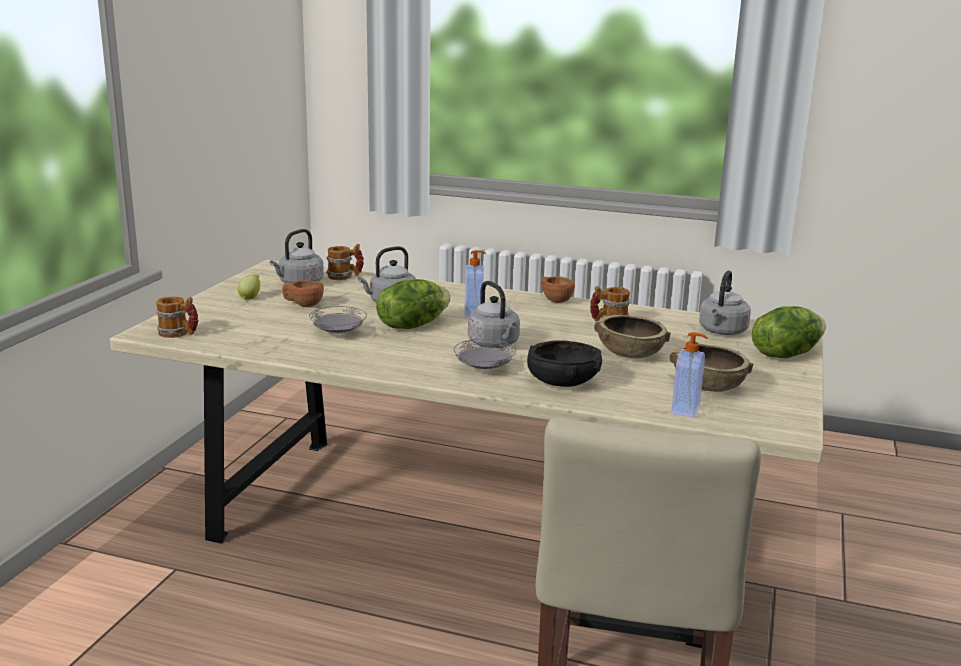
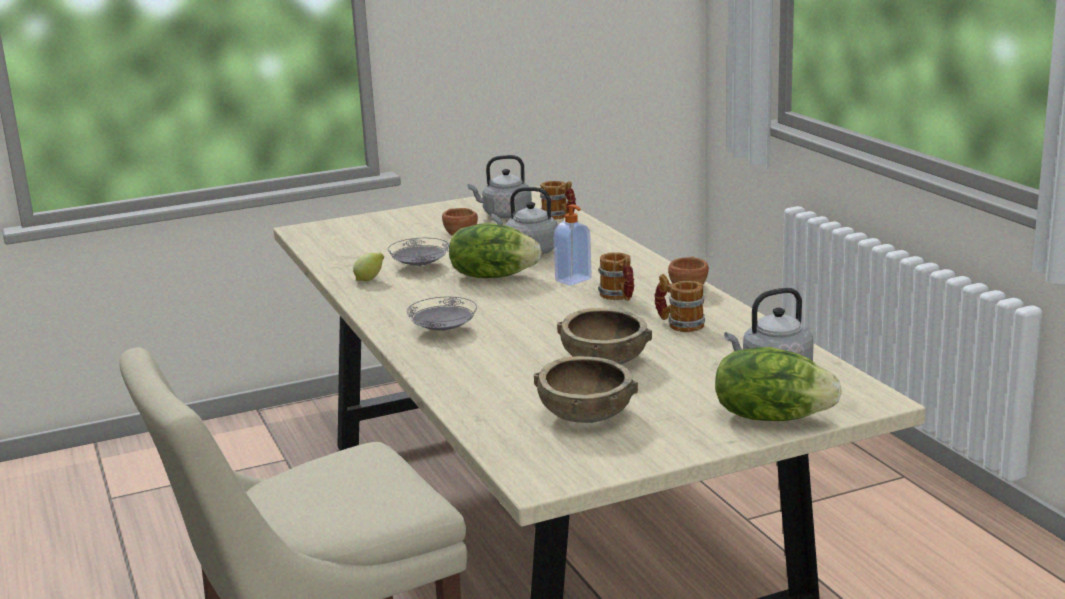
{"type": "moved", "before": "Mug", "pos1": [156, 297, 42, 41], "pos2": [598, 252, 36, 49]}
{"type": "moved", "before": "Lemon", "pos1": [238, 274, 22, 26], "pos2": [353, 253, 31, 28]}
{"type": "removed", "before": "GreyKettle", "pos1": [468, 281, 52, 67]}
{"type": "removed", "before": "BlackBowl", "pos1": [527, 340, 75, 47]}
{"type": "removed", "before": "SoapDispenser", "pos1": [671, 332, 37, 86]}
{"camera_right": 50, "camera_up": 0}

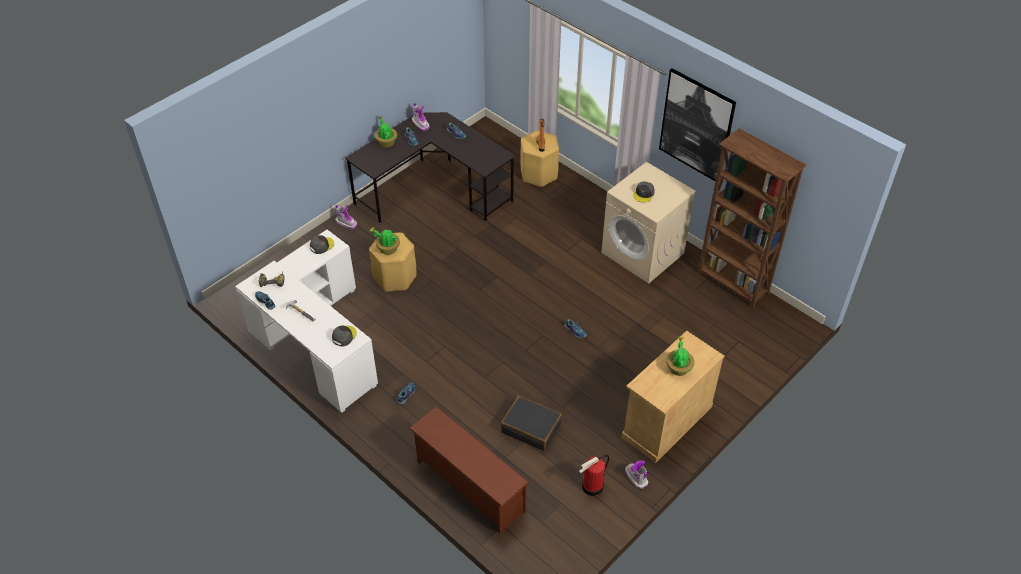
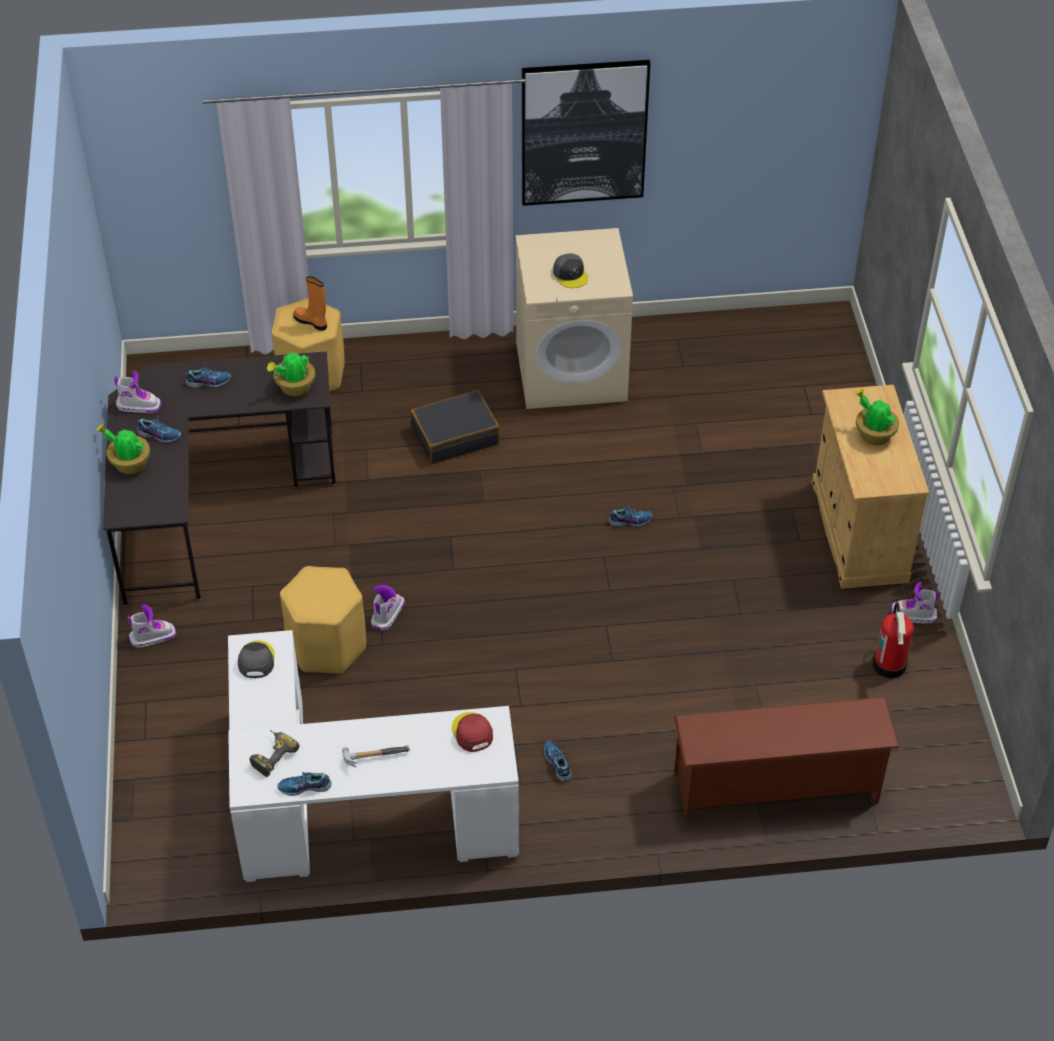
{"type": "recoloured", "before": "GreyCap", "after": "RedCap", "pos1": [332, 326, 25, 21], "pos2": [452, 712, 41, 40]}
{"type": "moved", "before": "PottedPlant", "pos1": [370, 227, 30, 28], "pos2": [267, 352, 48, 44]}
{"type": "moved", "before": "BlackSuitcase", "pos1": [501, 396, 61, 55], "pos2": [410, 390, 90, 74]}
{"type": "removed", "before": "BrownBookcase", "pos1": [698, 129, 109, 180]}
{"type": "added", "after": "Boot", "pos2": [371, 585, 34, 46]}
{"camera_right": -50, "camera_up": 0}

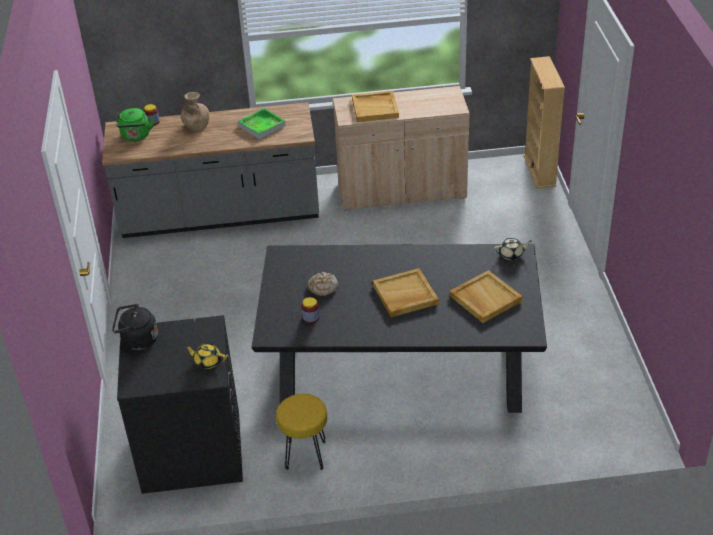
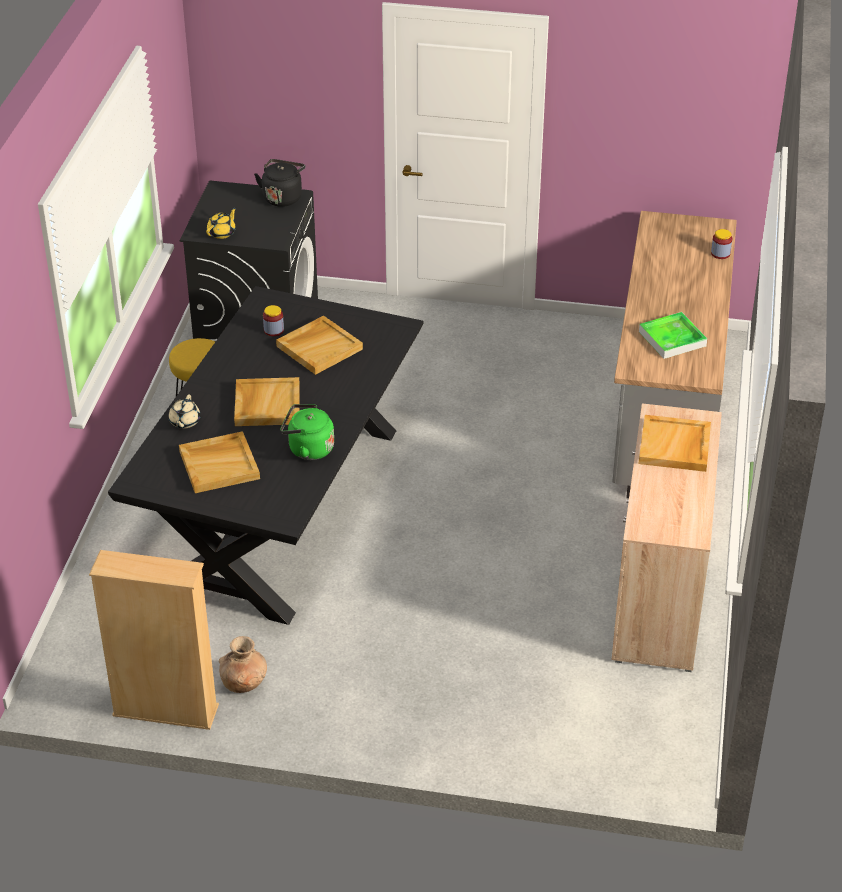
{"type": "moved", "before": "GreenKettle", "pos1": [116, 108, 39, 33], "pos2": [280, 404, 54, 56]}
{"type": "moved", "before": "BrownVase", "pos1": [181, 92, 28, 39], "pos2": [219, 636, 48, 57]}
{"type": "replaced", "before": "Bread", "after": "BeigeTray", "pos1": [308, 271, 30, 25], "pos2": [276, 315, 87, 60]}
{"type": "moved", "before": "BeigeTeapot", "pos1": [494, 238, 37, 22], "pos2": [169, 395, 32, 33]}
{"type": "moved", "before": "BeigeBookcase", "pos1": [524, 56, 41, 133], "pos2": [89, 550, 130, 180]}
{"camera_right": 105, "camera_up": 0}

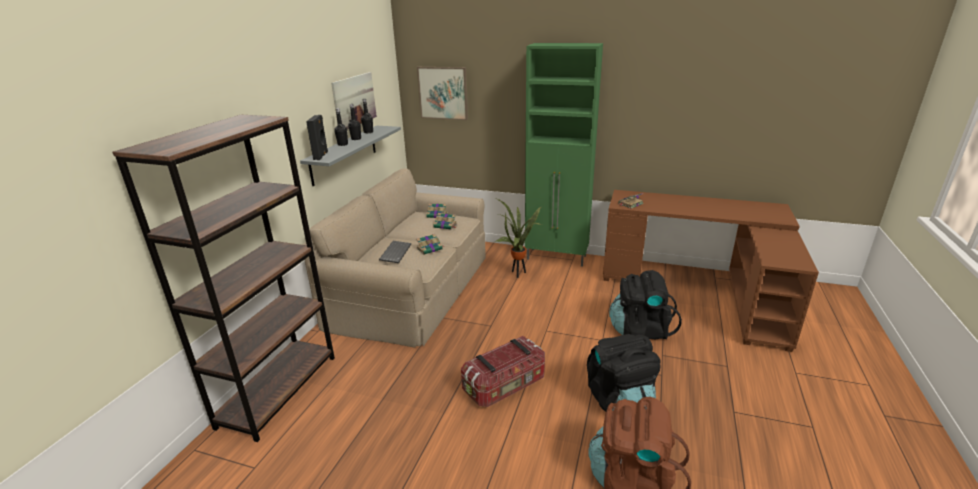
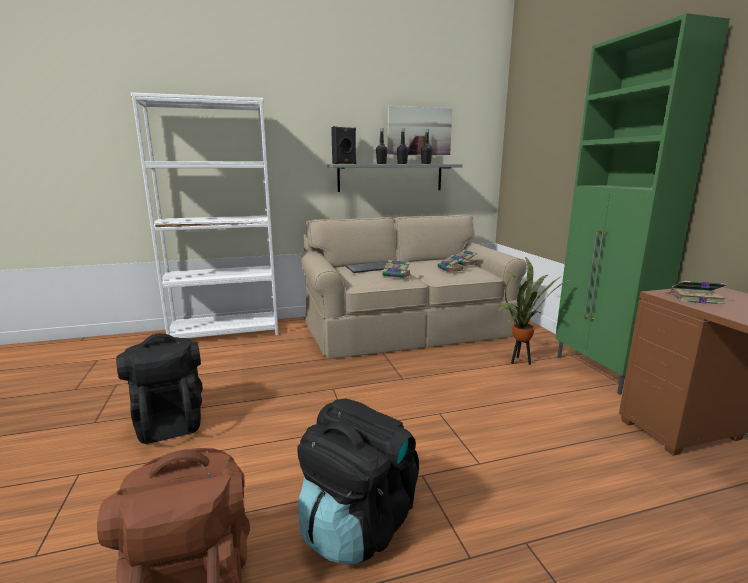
{"type": "recoloured", "before": "BrownBookcase", "after": "WhiteBookcase", "pos1": [112, 115, 223, 327], "pos2": [131, 92, 147, 246]}
{"type": "removed", "before": "Picture", "pos1": [417, 67, 51, 53]}
{"type": "removed", "before": "StorageBox", "pos1": [461, 336, 84, 71]}
{"type": "moved", "before": "BlackBackpack", "pos1": [609, 270, 73, 70], "pos2": [116, 333, 87, 111]}
{"camera_right": 55, "camera_up": -10}

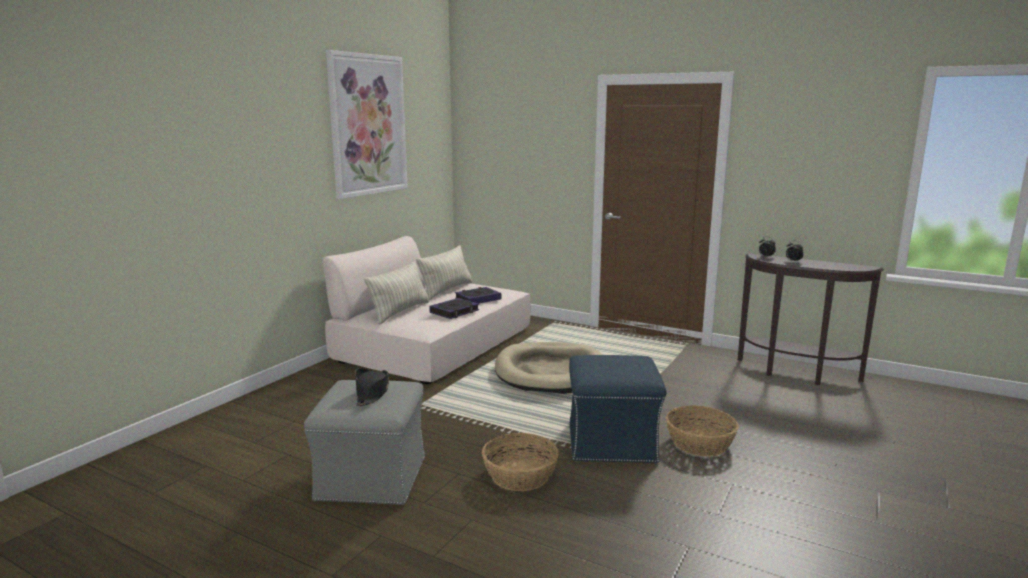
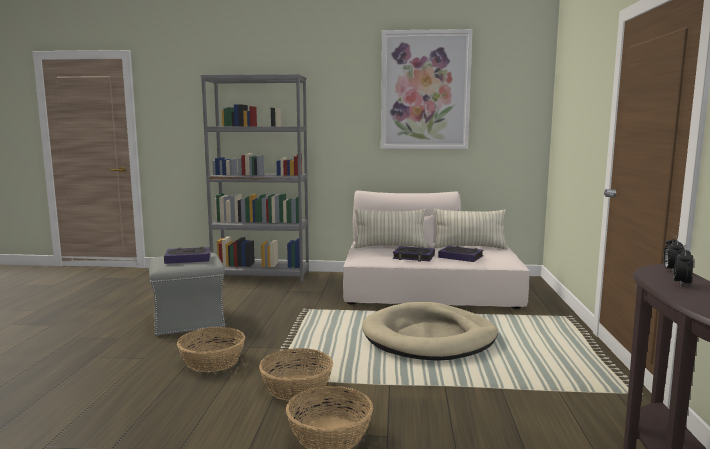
{"type": "replaced", "before": "BlackHat", "after": "Book", "pos1": [355, 368, 34, 38], "pos2": [164, 247, 46, 17]}
{"type": "replaced", "before": "BlueOttoman", "after": "Basket", "pos1": [569, 355, 98, 108], "pos2": [259, 348, 74, 53]}
{"type": "added", "after": "GreyBookcase", "pos2": [201, 74, 108, 208]}
{"camera_right": 65, "camera_up": -5}

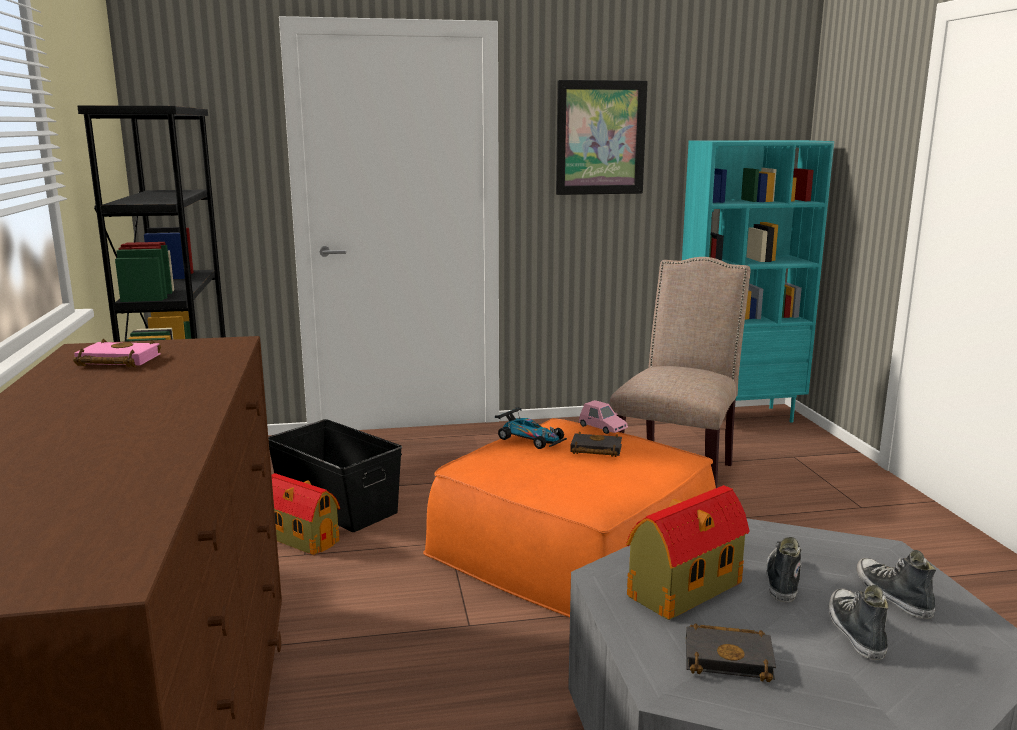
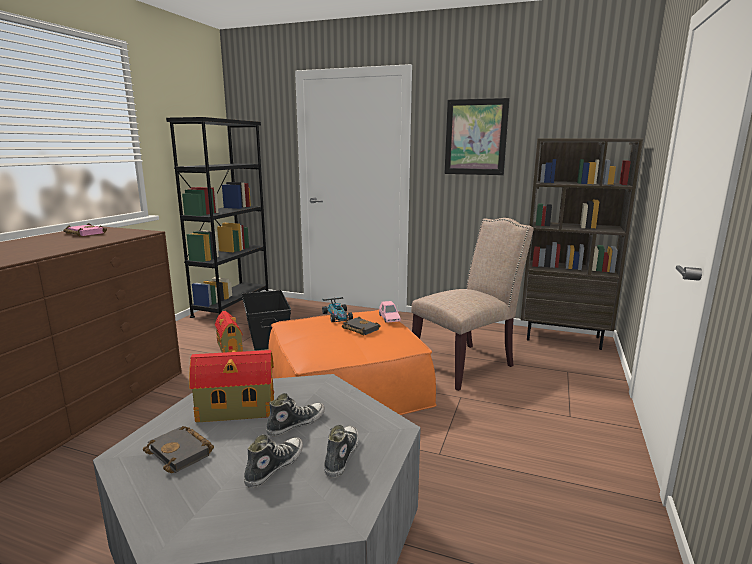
{"type": "recoloured", "before": "TurquoiseBookcase", "after": "BrownBookcase", "pos1": [682, 140, 152, 282], "pos2": [521, 138, 122, 212]}
{"camera_right": 30, "camera_up": 0}

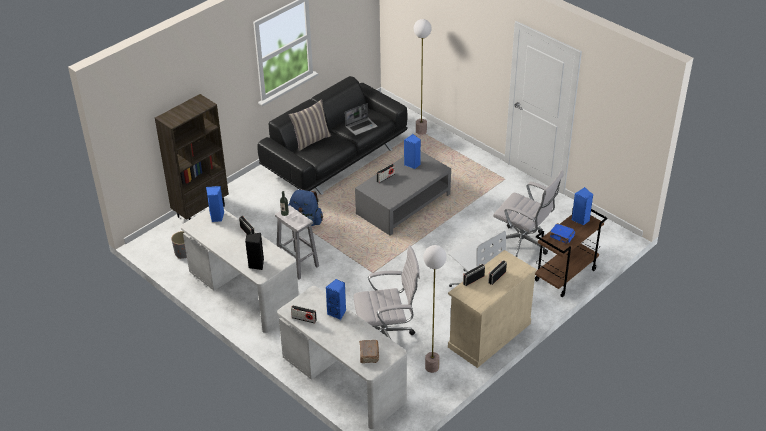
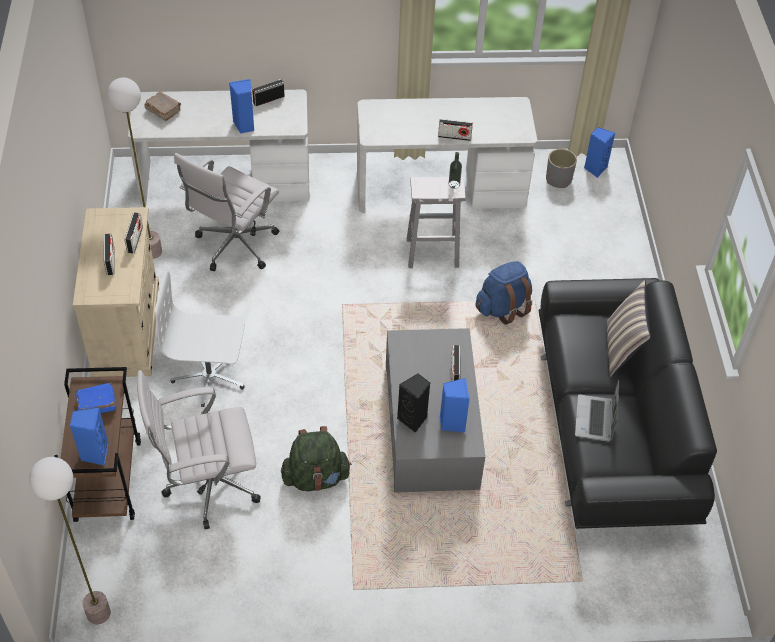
{"type": "removed", "before": "BrownBookcase", "pos1": [155, 94, 74, 126]}
{"type": "moved", "before": "BlueSpeaker", "pos1": [206, 186, 18, 36], "pos2": [584, 127, 31, 51]}
{"type": "moved", "before": "BlackSpeaker", "pos1": [245, 233, 19, 37], "pos2": [397, 374, 33, 59]}
{"type": "moved", "before": "FloorLamp", "pos1": [414, 19, 18, 116], "pos2": [29, 457, 82, 167]}
{"type": "added", "after": "GreenBackpack", "pos2": [281, 426, 71, 65]}
{"camera_right": 130, "camera_up": 10}

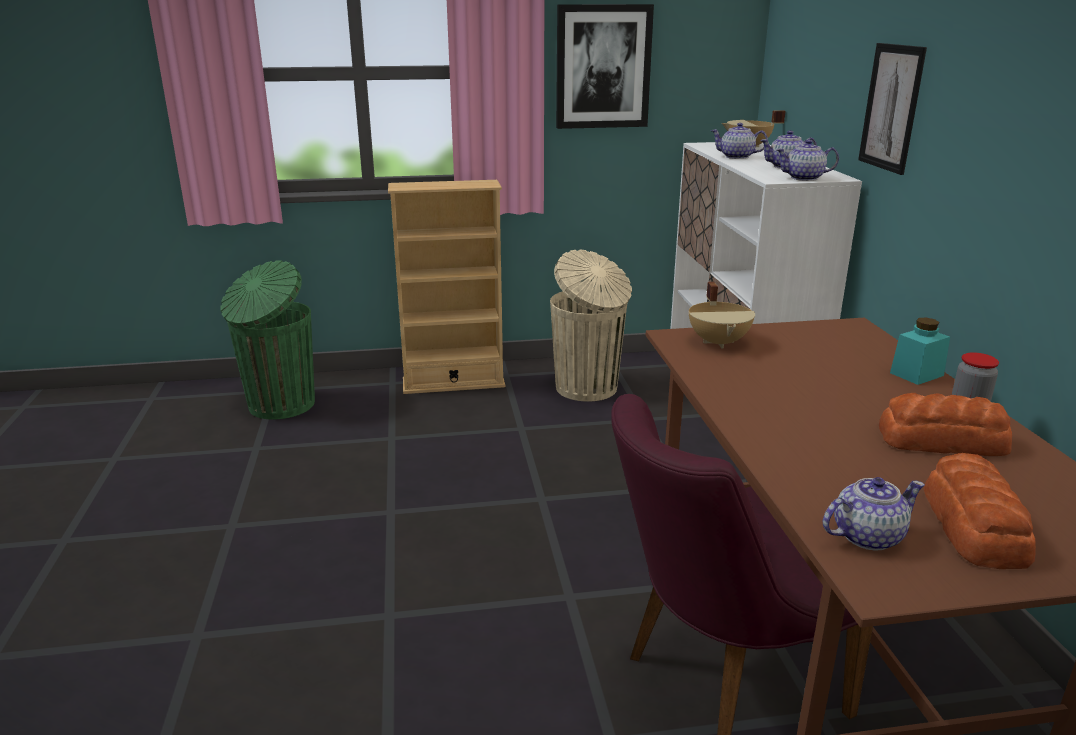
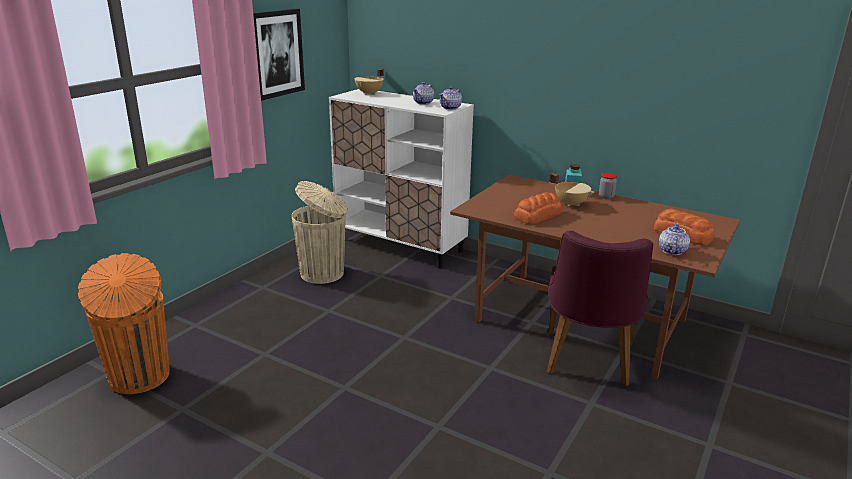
{"type": "recoloured", "before": "GreenTrashCan", "after": "OrangeTrashCan", "pos1": [220, 261, 95, 159], "pos2": [78, 253, 92, 141]}
{"type": "removed", "before": "BeigeBookcase", "pos1": [388, 180, 117, 214]}
{"type": "moved", "before": "BeigeCookingPot", "pos1": [689, 282, 66, 66], "pos2": [549, 173, 45, 34]}
{"type": "removed", "before": "Teapot", "pos1": [711, 123, 57, 36]}
{"type": "removed", "before": "Picture", "pos1": [858, 43, 69, 132]}
{"type": "moved", "before": "Bread", "pos1": [879, 393, 133, 63], "pos2": [514, 192, 48, 32]}
{"camera_right": -50, "camera_up": 0}

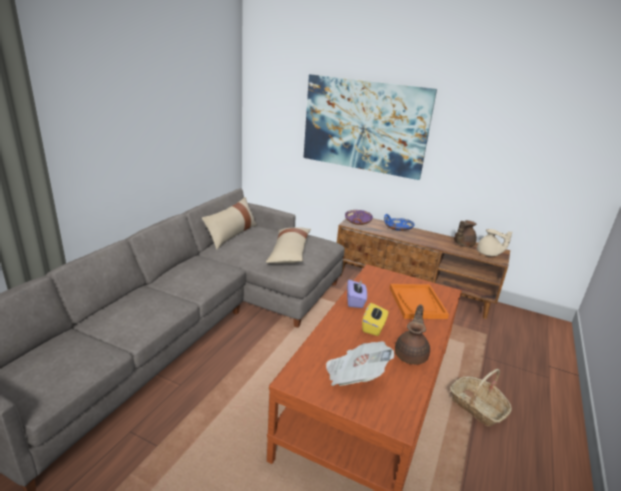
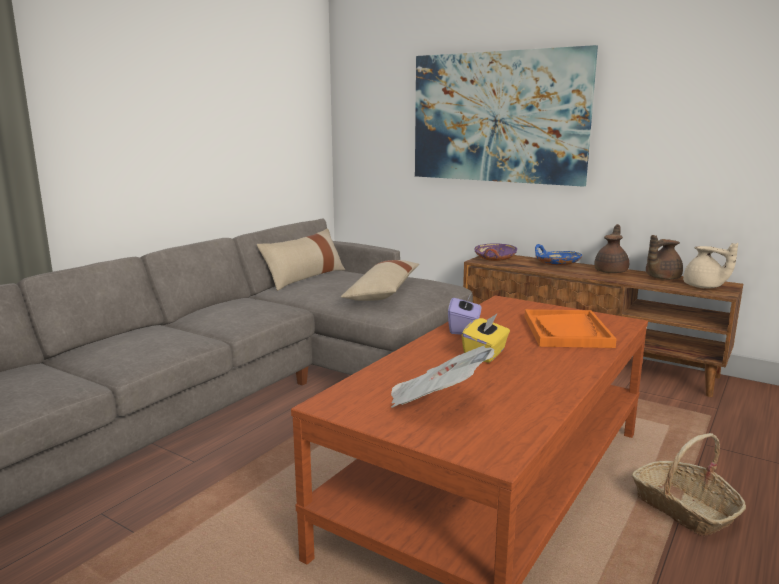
{"type": "moved", "before": "BrownTeapot", "pos1": [395, 304, 35, 60], "pos2": [594, 224, 35, 49]}
{"camera_right": 10, "camera_up": -10}

